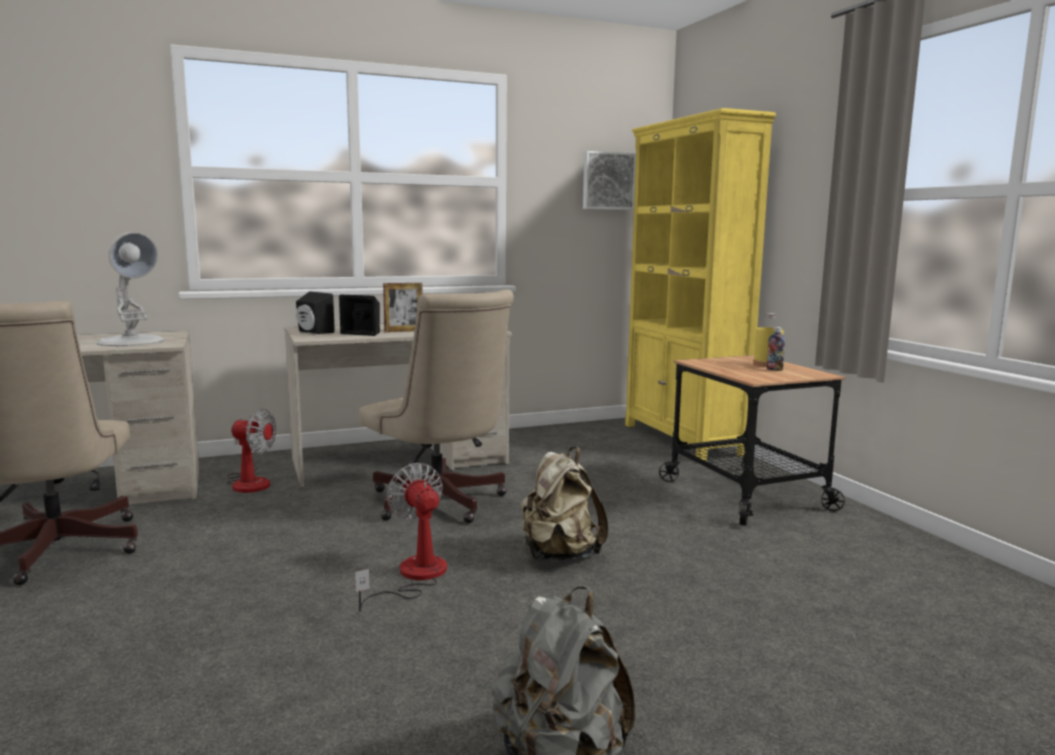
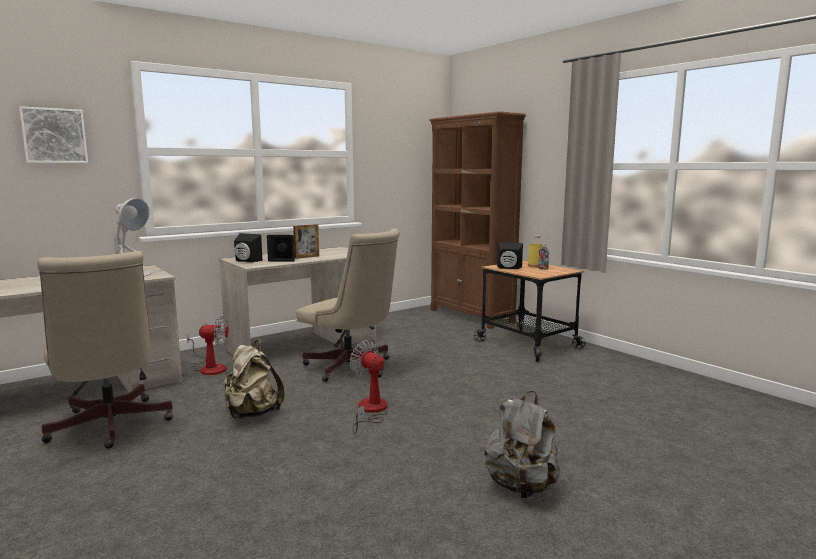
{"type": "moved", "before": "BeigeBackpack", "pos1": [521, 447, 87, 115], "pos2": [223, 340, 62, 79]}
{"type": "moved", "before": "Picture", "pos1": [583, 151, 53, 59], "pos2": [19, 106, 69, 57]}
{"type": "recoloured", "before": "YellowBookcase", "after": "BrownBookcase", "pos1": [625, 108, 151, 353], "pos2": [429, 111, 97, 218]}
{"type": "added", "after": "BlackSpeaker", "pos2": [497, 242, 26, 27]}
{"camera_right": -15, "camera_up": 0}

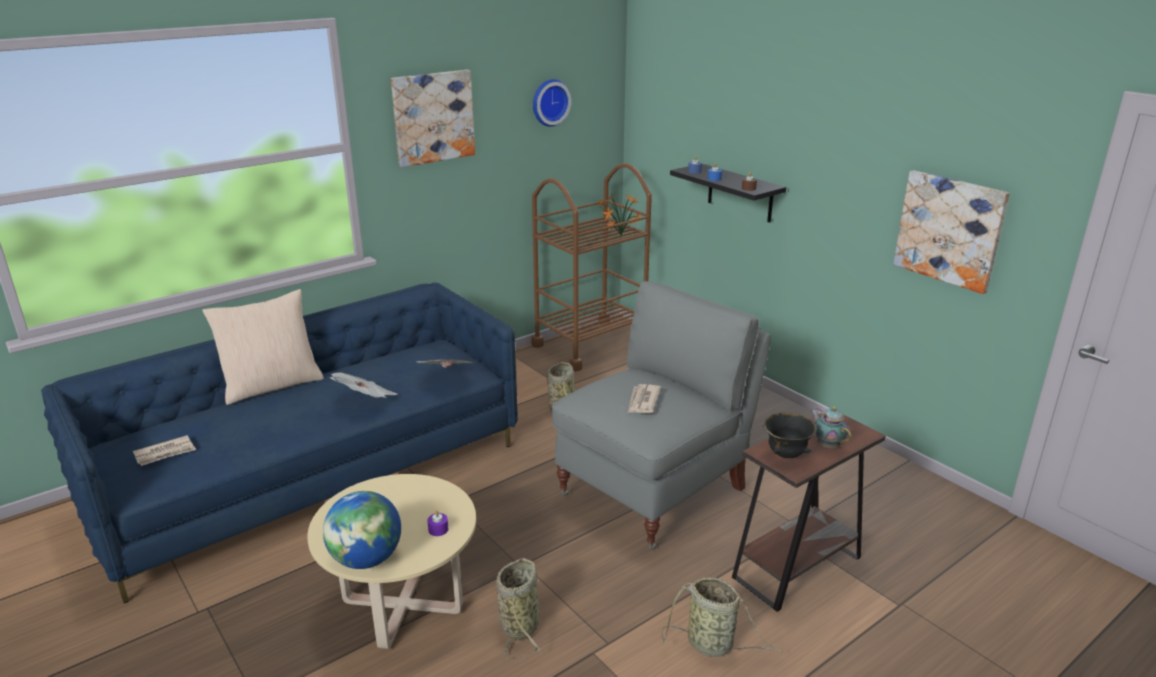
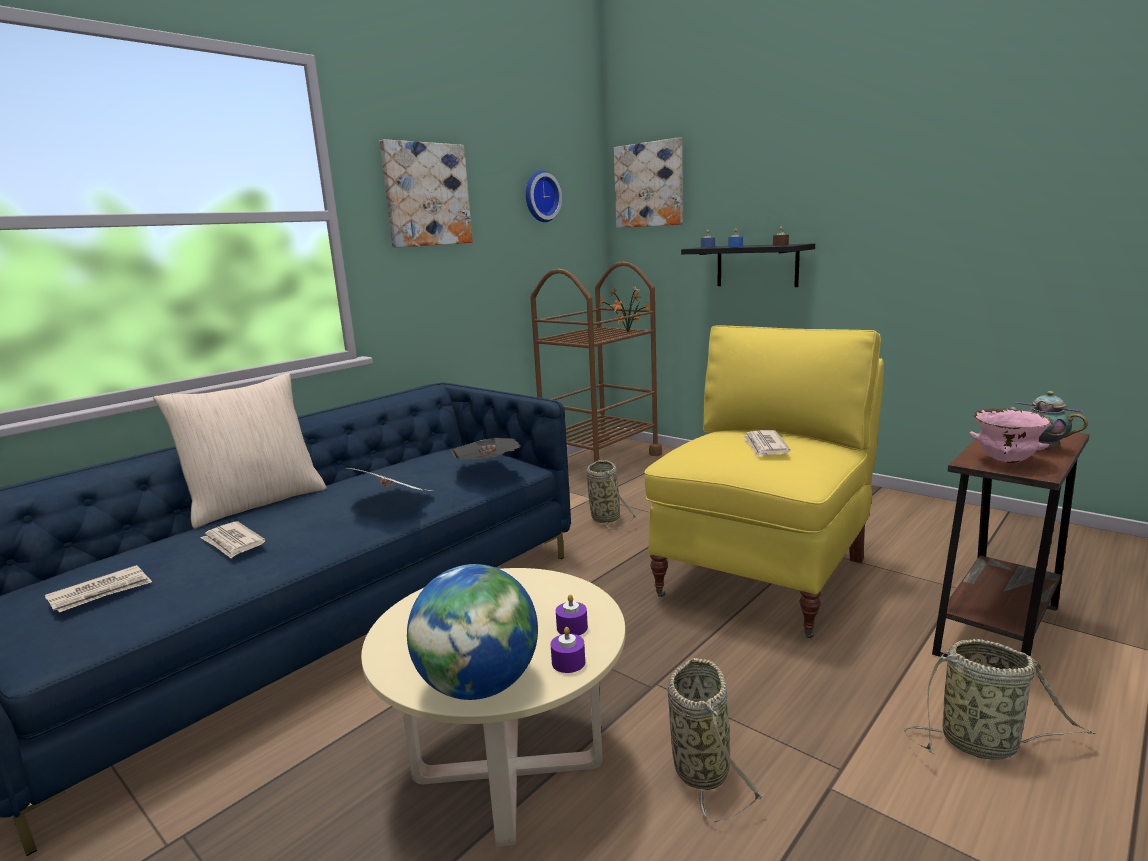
{"type": "recoloured", "before": "GreyArmchair", "after": "YellowArmchair", "pos1": [552, 281, 219, 268], "pos2": [644, 326, 240, 312]}
{"type": "recoloured", "before": "BlackBowl", "after": "PinkBowl", "pos1": [763, 412, 53, 46], "pos2": [970, 408, 83, 55]}
{"type": "moved", "before": "Picture", "pos1": [893, 170, 117, 124], "pos2": [614, 137, 69, 91]}
{"type": "added", "after": "Newspaper", "pos2": [201, 521, 65, 38]}
{"type": "added", "after": "PurpleCandle", "pos2": [551, 627, 34, 46]}
{"camera_right": -10, "camera_up": -10}

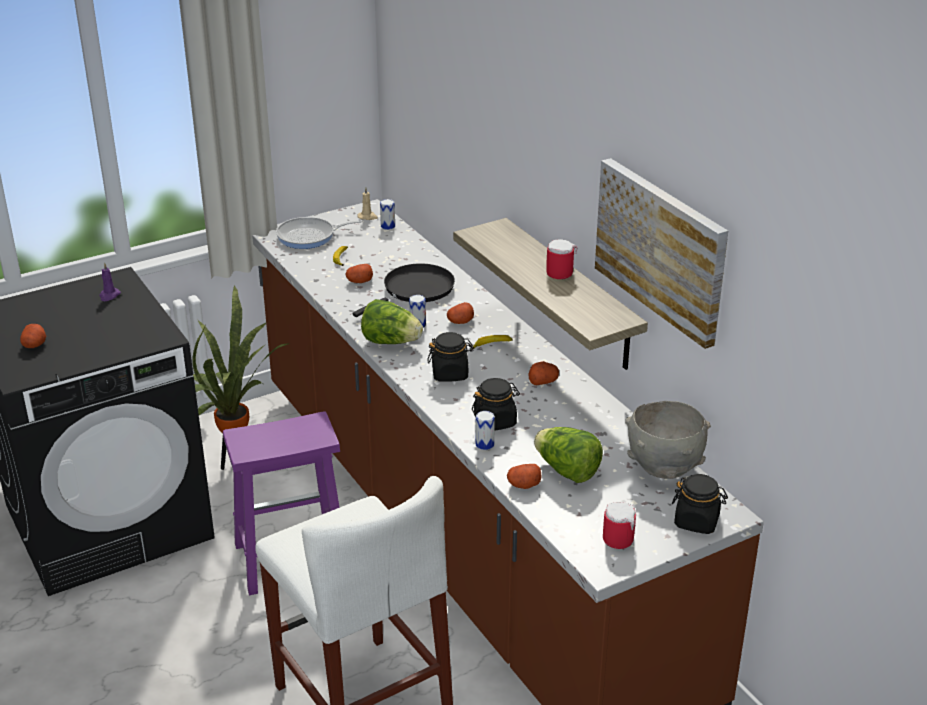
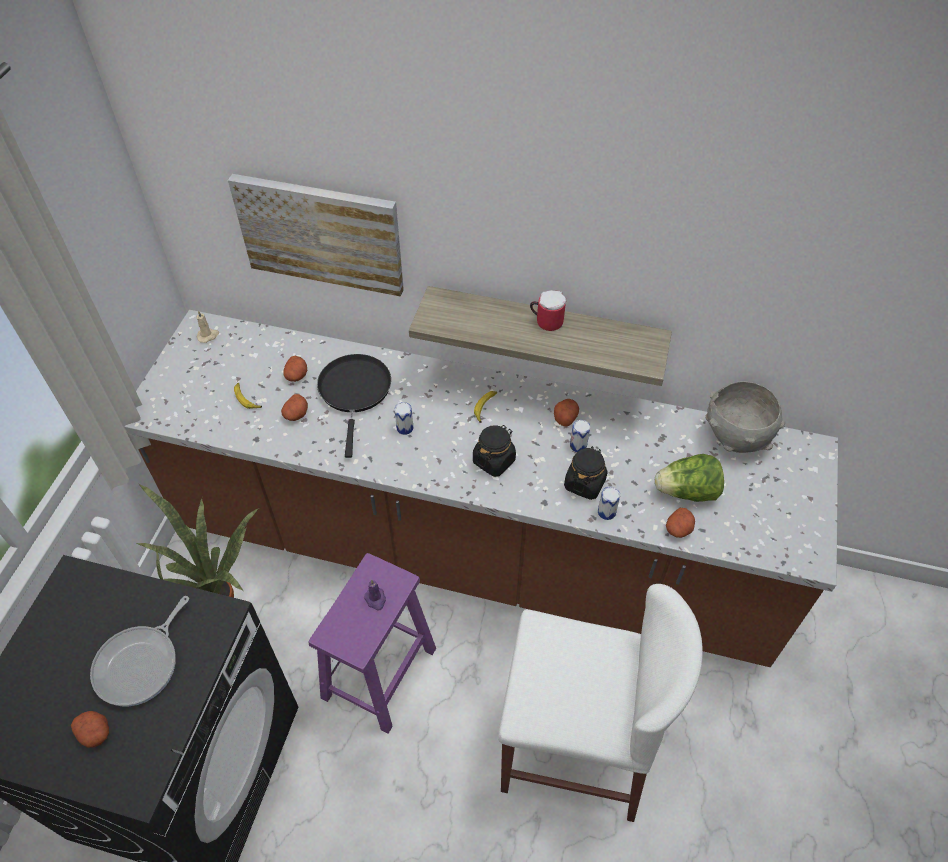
{"type": "moved", "before": "PurpleCandle", "pos1": [99, 262, 22, 39], "pos2": [364, 580, 22, 30]}
{"type": "moved", "before": "FryingPan", "pos1": [276, 217, 86, 32], "pos2": [90, 596, 99, 110]}
{"type": "removed", "before": "Lettuce", "pos1": [361, 299, 62, 45]}
{"type": "moved", "before": "Can", "pos1": [380, 199, 15, 31], "pos2": [570, 420, 20, 32]}
{"type": "moved", "before": "Potato", "pos1": [447, 302, 27, 22], "pos2": [283, 356, 24, 26]}
{"type": "moved", "before": "Picture", "pos1": [595, 158, 133, 191], "pos2": [228, 174, 176, 123]}
{"type": "removed", "before": "Mug", "pos1": [603, 502, 33, 47]}
{"type": "removed", "before": "BlackJar", "pos1": [672, 474, 56, 60]}
{"camera_right": -45, "camera_up": 20}

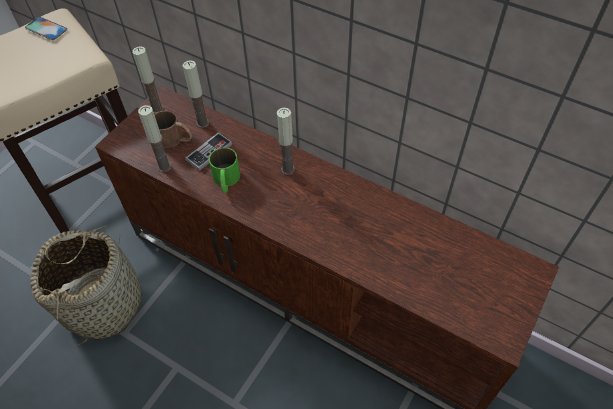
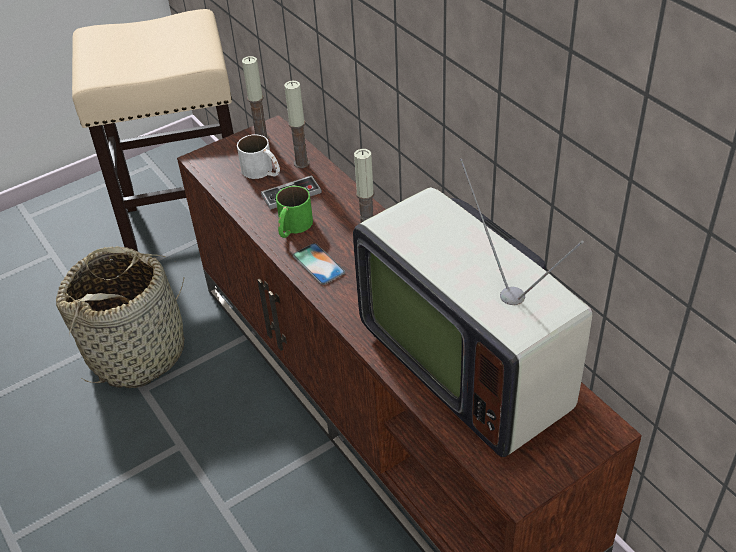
{"type": "moved", "before": "Phone", "pos1": [25, 17, 42, 23], "pos2": [293, 243, 52, 42]}
{"type": "removed", "before": "Candle", "pos1": [138, 105, 34, 67]}
{"type": "recoloured", "before": "BrownMug", "after": "WhiteMug", "pos1": [154, 111, 38, 37], "pos2": [237, 134, 43, 45]}
{"type": "added", "after": "Television", "pos2": [353, 159, 239, 298]}
{"camera_right": 25, "camera_up": -10}

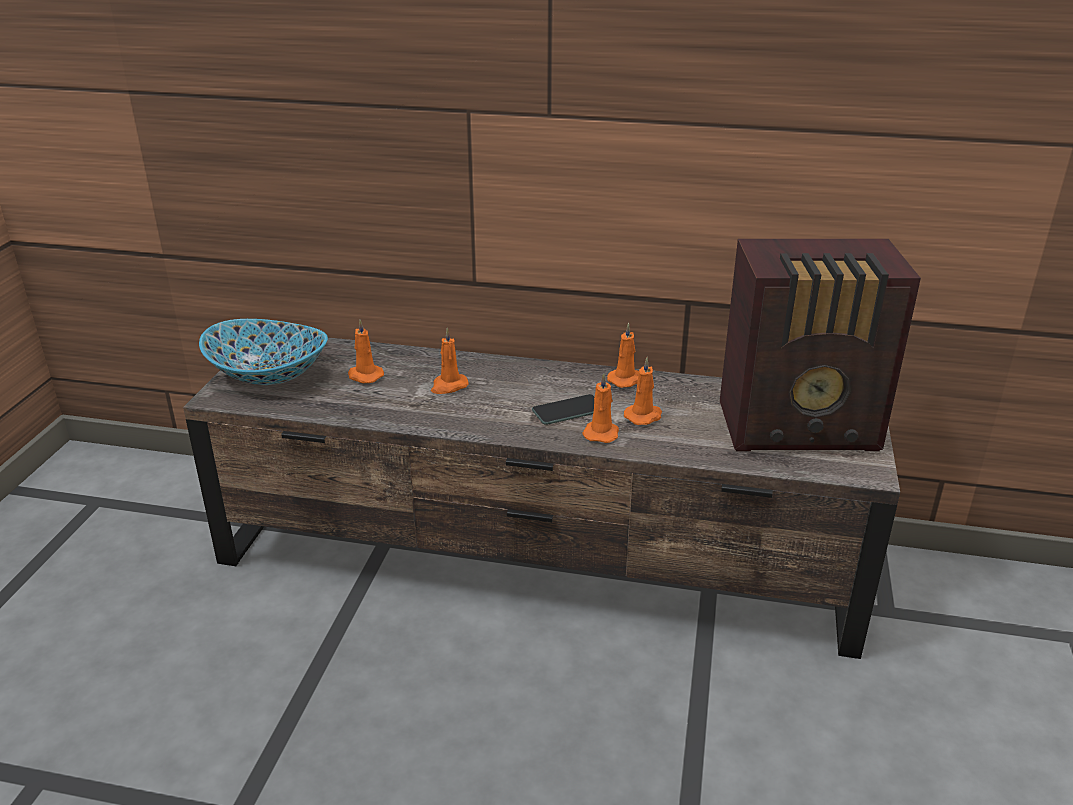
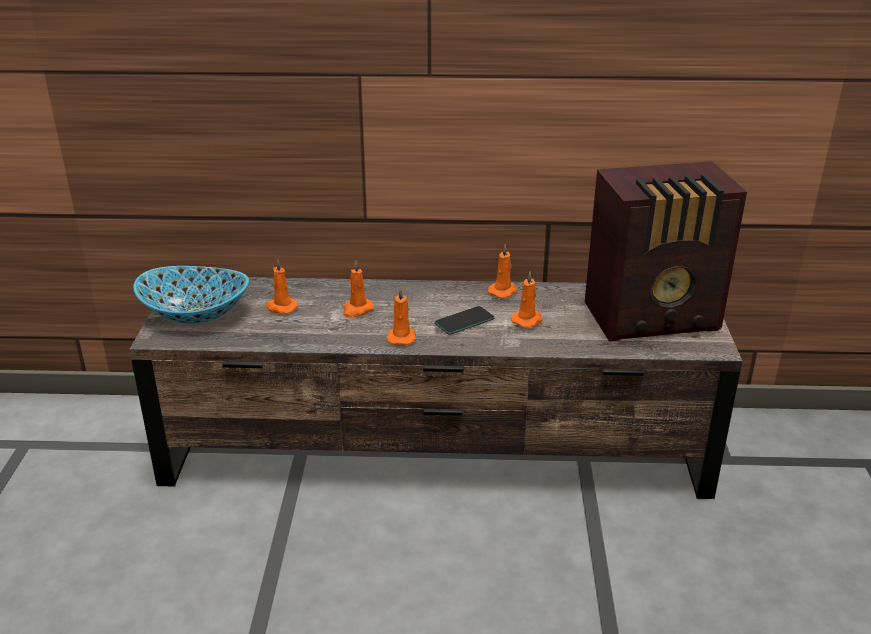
{"type": "moved", "before": "OrangeCandle", "pos1": [583, 373, 36, 70], "pos2": [386, 287, 30, 58]}
{"camera_right": -10, "camera_up": 0}

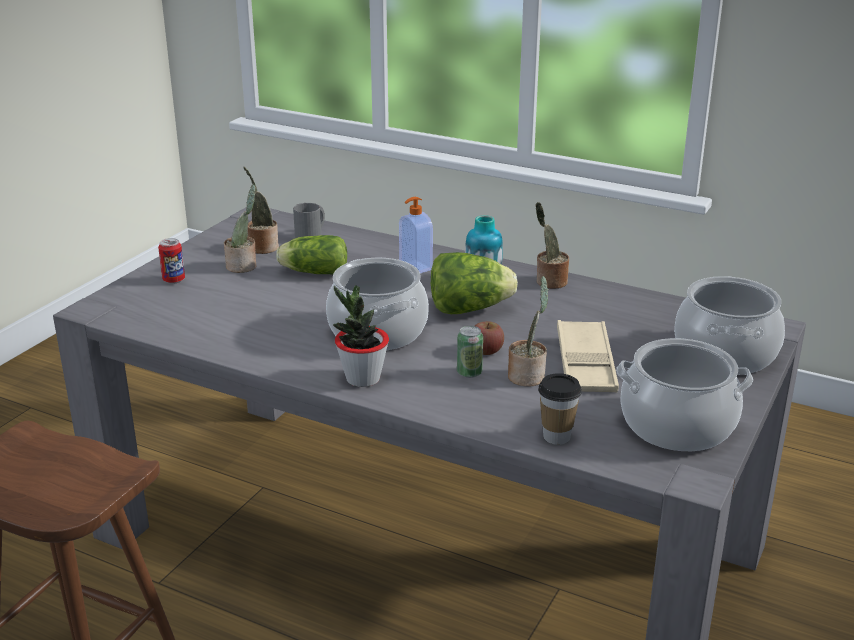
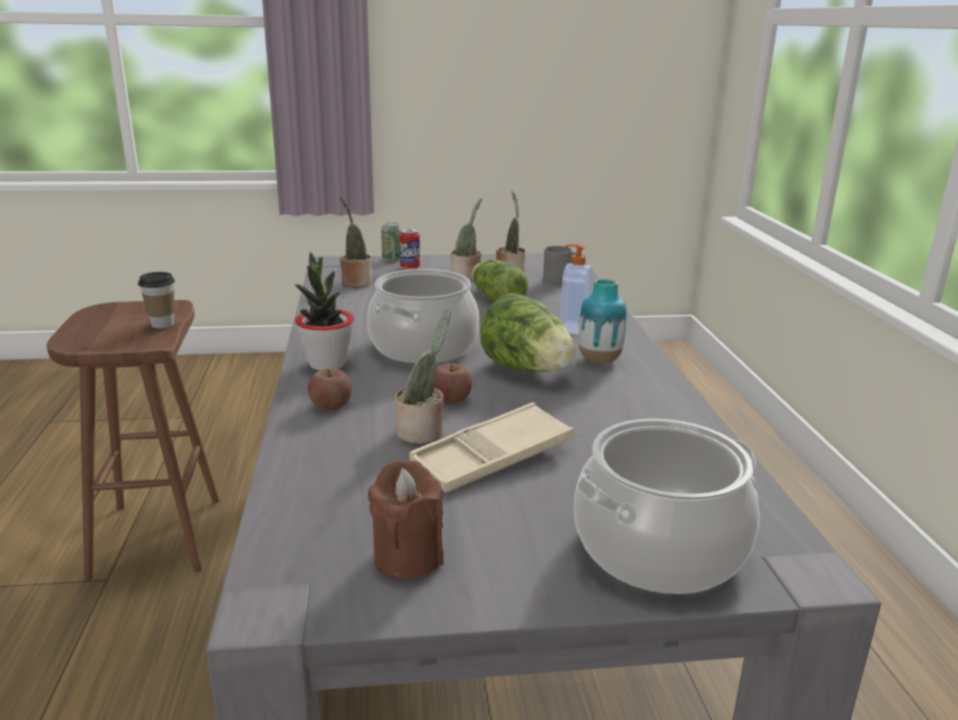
{"type": "moved", "before": "Can", "pos1": [457, 326, 26, 52], "pos2": [381, 222, 20, 40]}
{"type": "moved", "before": "PottedPlant", "pos1": [535, 202, 34, 87], "pos2": [340, 196, 32, 92]}
{"type": "moved", "before": "Cup", "pos1": [538, 373, 44, 72], "pos2": [138, 272, 37, 56]}
{"type": "replaced", "before": "CookingPot", "after": "BrownCandle", "pos1": [616, 338, 137, 113], "pos2": [368, 460, 76, 119]}
{"type": "added", "after": "Apple", "pos2": [308, 369, 44, 41]}
{"camera_right": 55, "camera_up": -5}

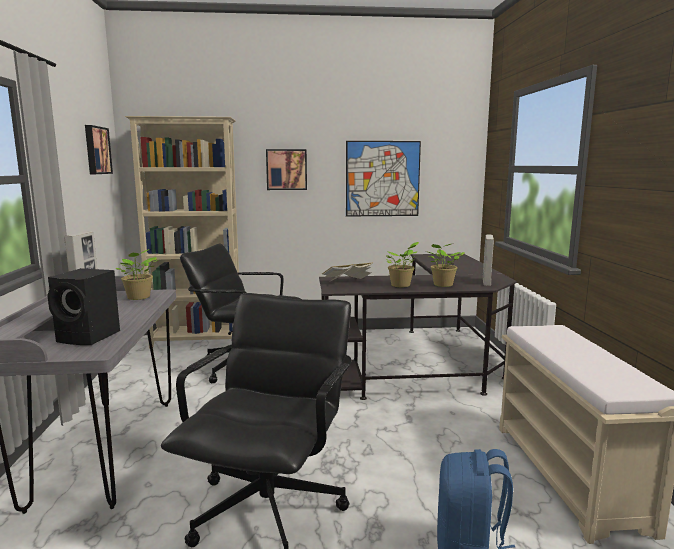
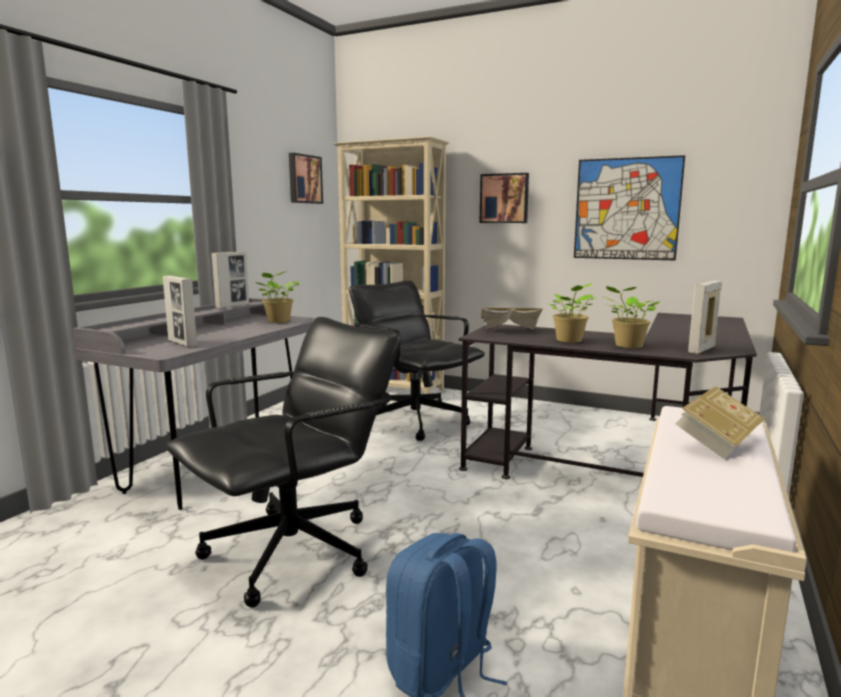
{"type": "replaced", "before": "BlackSpeaker", "after": "PictureFrame", "pos1": [47, 268, 73, 77], "pos2": [163, 275, 35, 72]}
{"type": "added", "after": "Book", "pos2": [675, 386, 90, 73]}
{"camera_right": 30, "camera_up": 0}

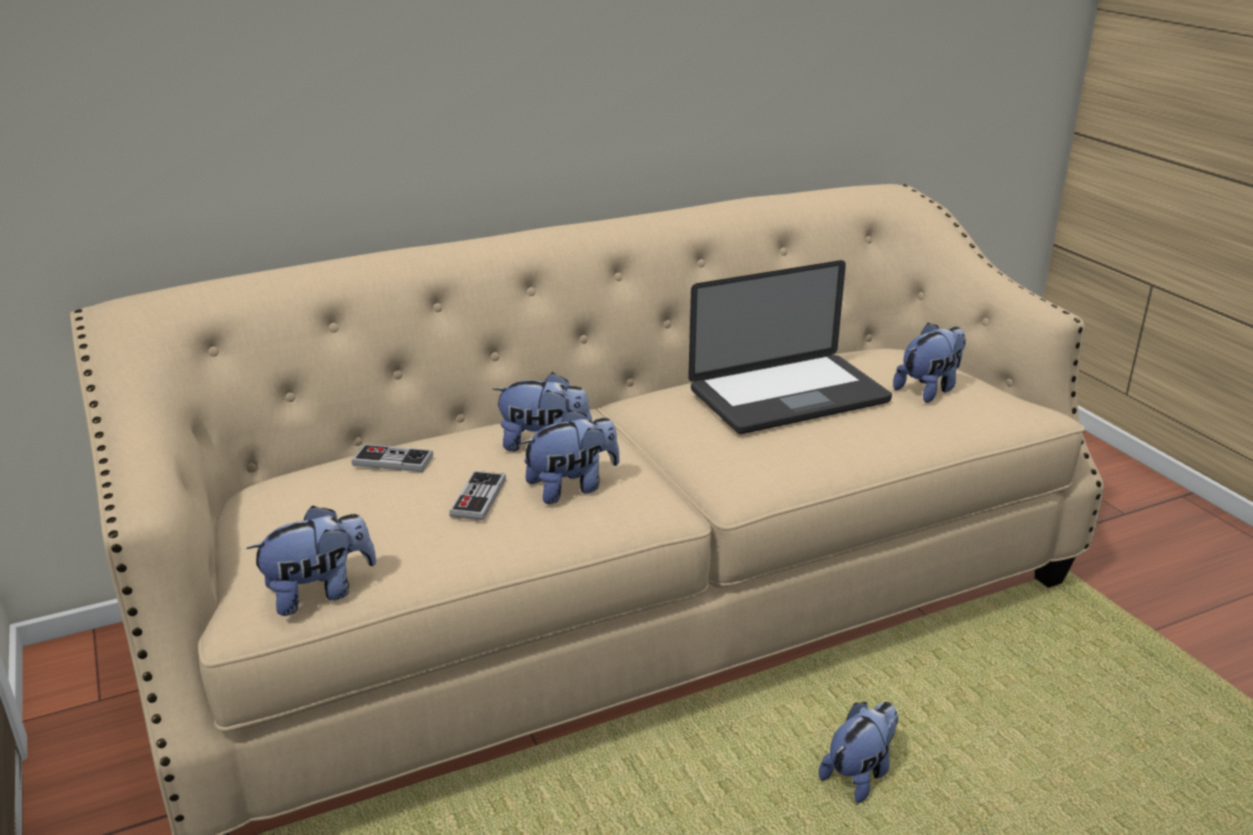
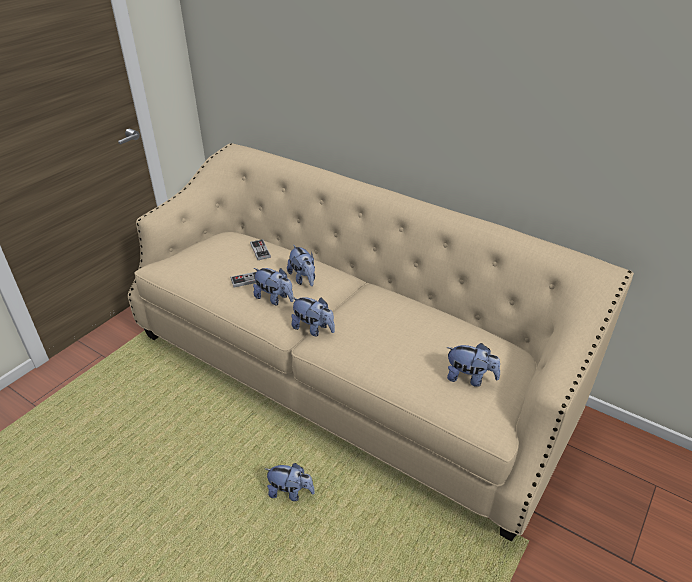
{"type": "moved", "before": "PlushToy", "pos1": [246, 506, 130, 110], "pos2": [291, 297, 44, 40]}
{"type": "removed", "before": "Laptop", "pos1": [688, 260, 204, 174]}
{"camera_right": 60, "camera_up": 10}

